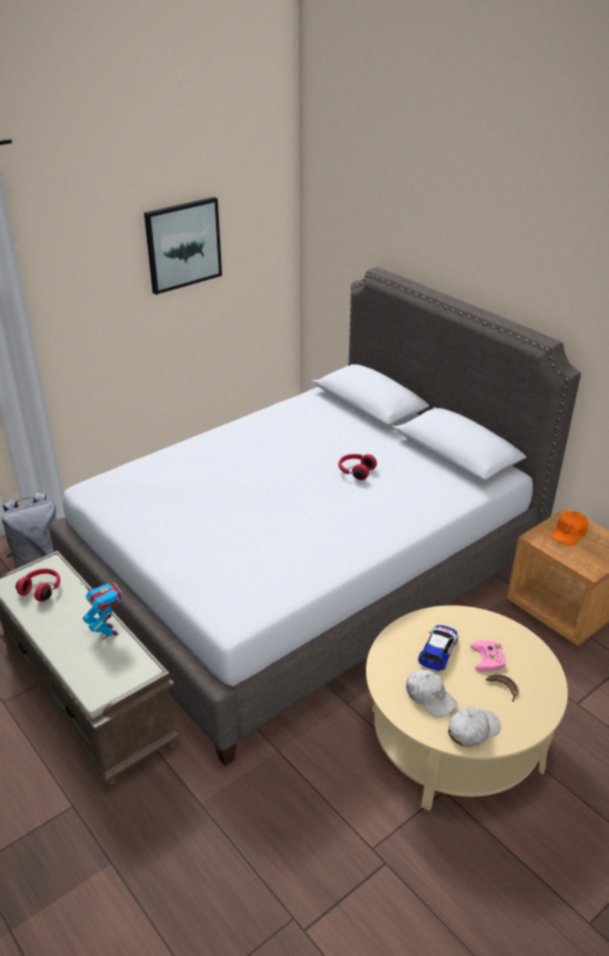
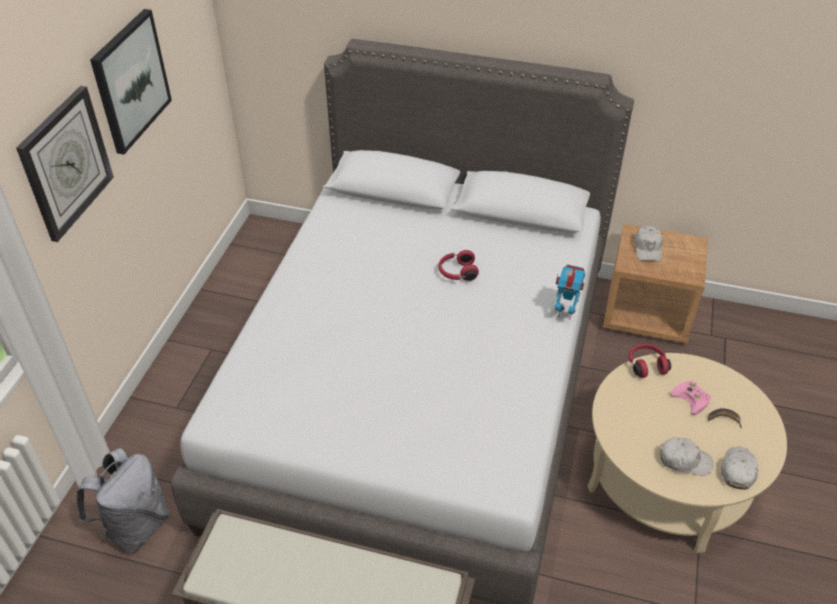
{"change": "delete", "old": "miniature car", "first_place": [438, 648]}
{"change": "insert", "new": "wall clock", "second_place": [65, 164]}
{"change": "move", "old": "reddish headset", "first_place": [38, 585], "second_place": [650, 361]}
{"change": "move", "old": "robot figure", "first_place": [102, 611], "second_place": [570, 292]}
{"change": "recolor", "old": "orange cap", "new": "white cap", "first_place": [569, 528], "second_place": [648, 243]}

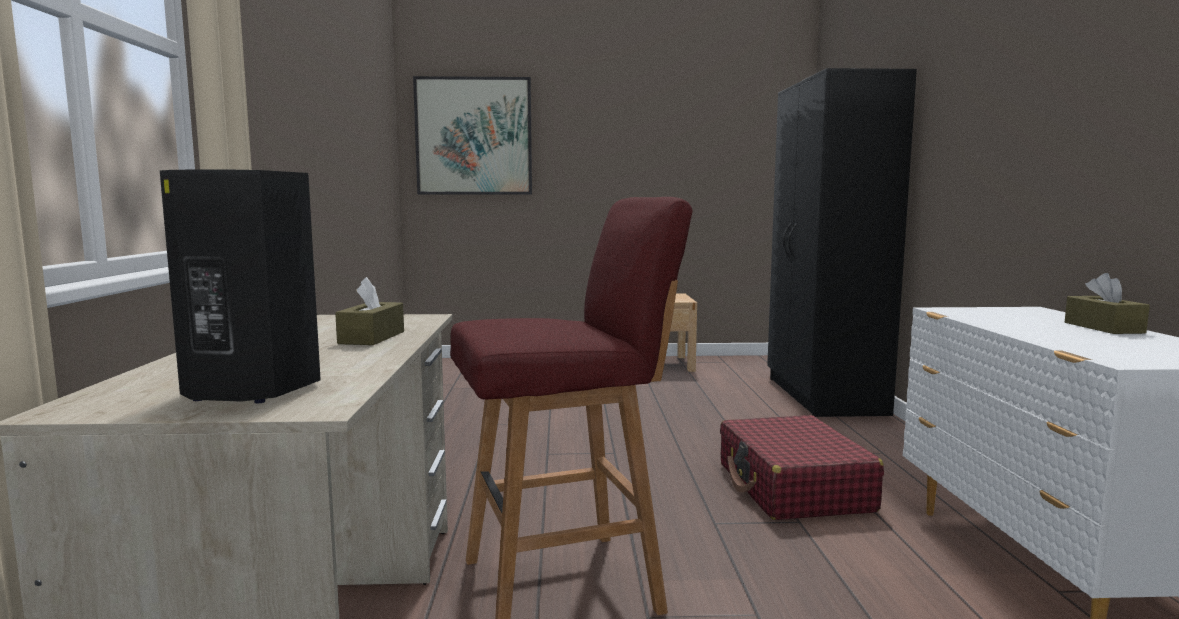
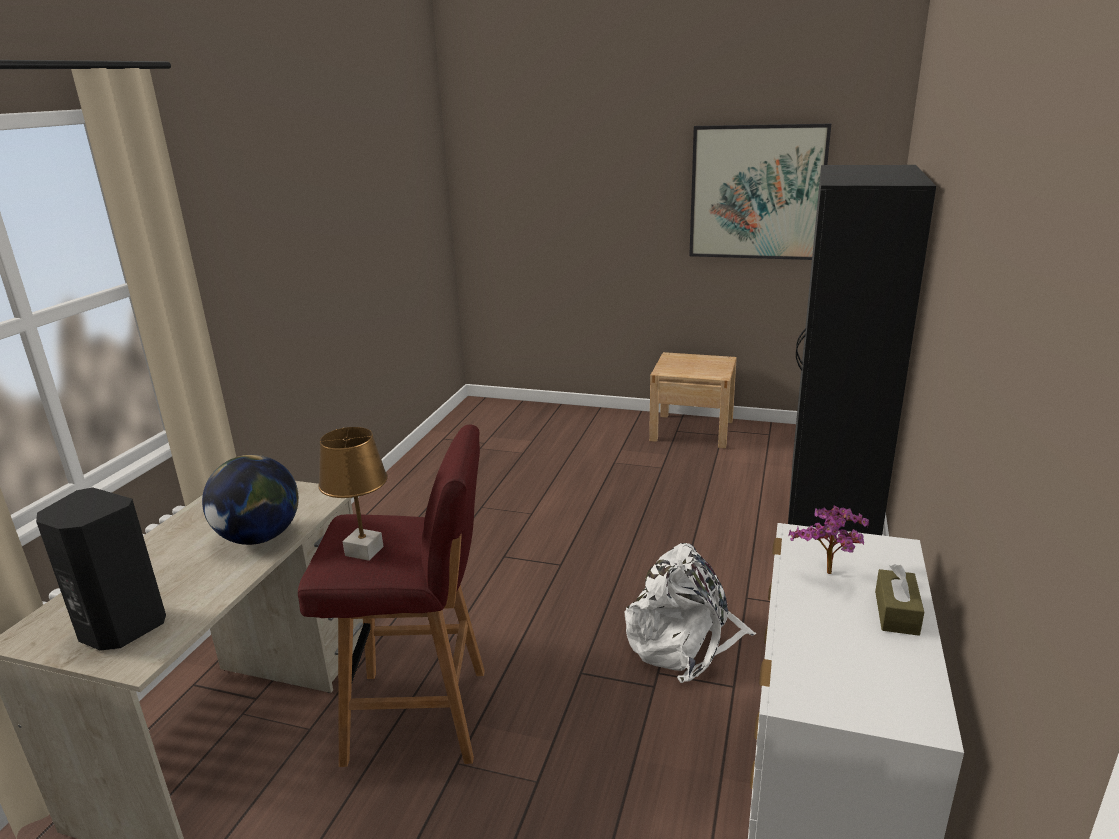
{"change": "insert", "new": "brown table lamp", "second_place": [353, 494]}
{"change": "insert", "new": "plant in a pot", "second_place": [828, 539]}
{"change": "move", "old": "picture", "first_place": [472, 135], "second_place": [760, 192]}
{"change": "replace", "old": "brown tissue holder", "new": "desk globe", "first_place": [369, 311], "second_place": [250, 500]}
{"change": "replace", "old": "reddish travel case", "new": "white rucksack", "first_place": [802, 467], "second_place": [690, 613]}

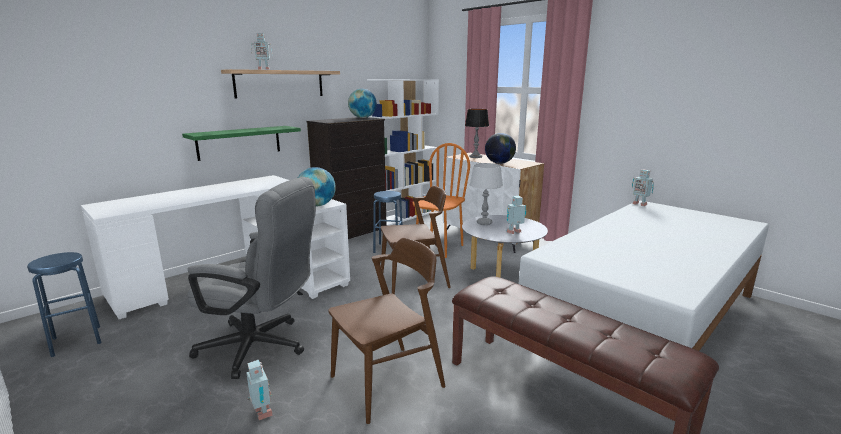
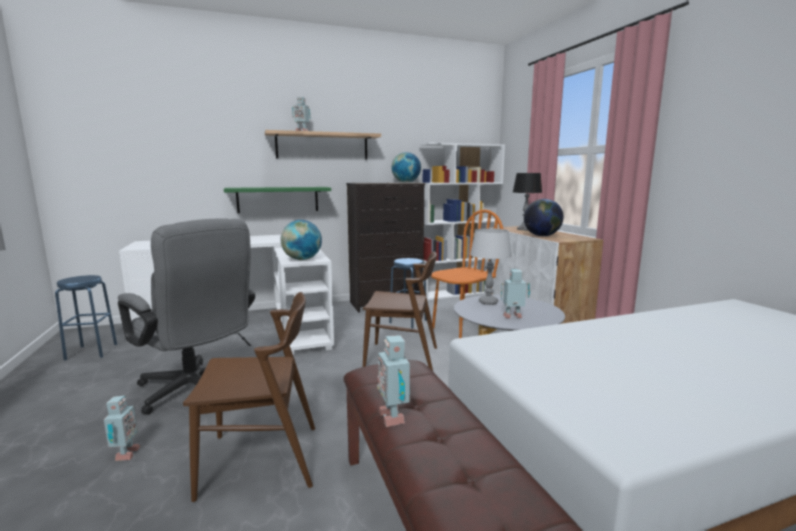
{"change": "move", "old": "robot figure", "first_place": [643, 187], "second_place": [393, 381]}

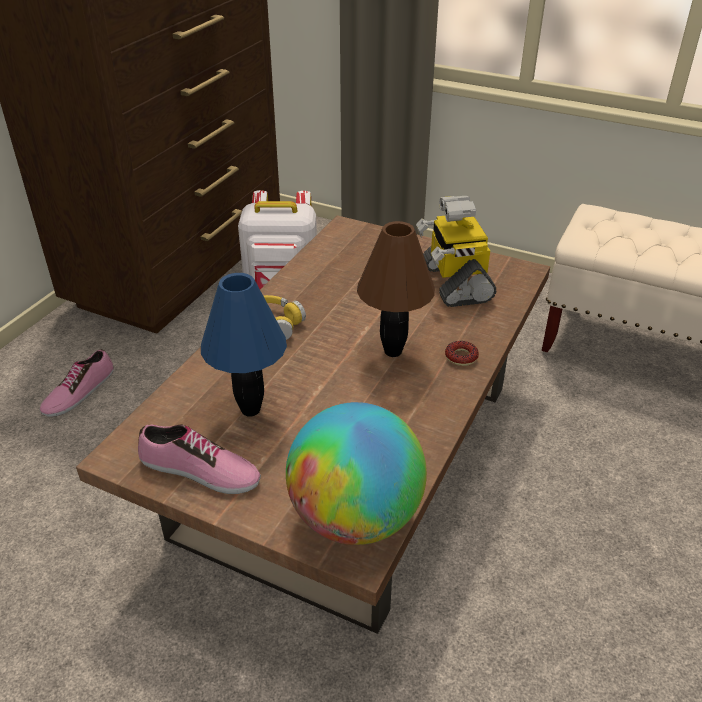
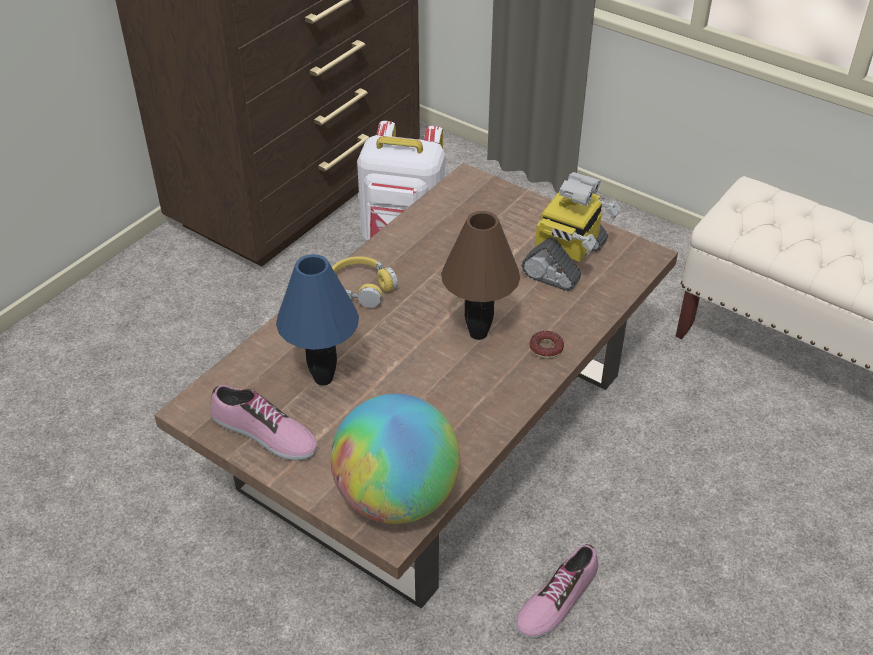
{"change": "move", "old": "item of footwear", "first_place": [77, 383], "second_place": [557, 591]}
{"change": "rotate", "old": "robot figure", "first_place": [456, 251], "second_place": [571, 231], "degrees": -150}

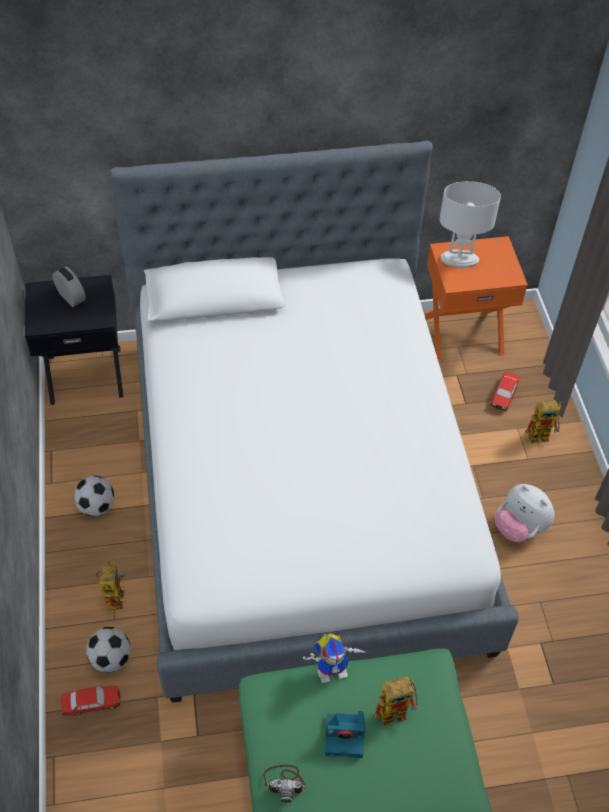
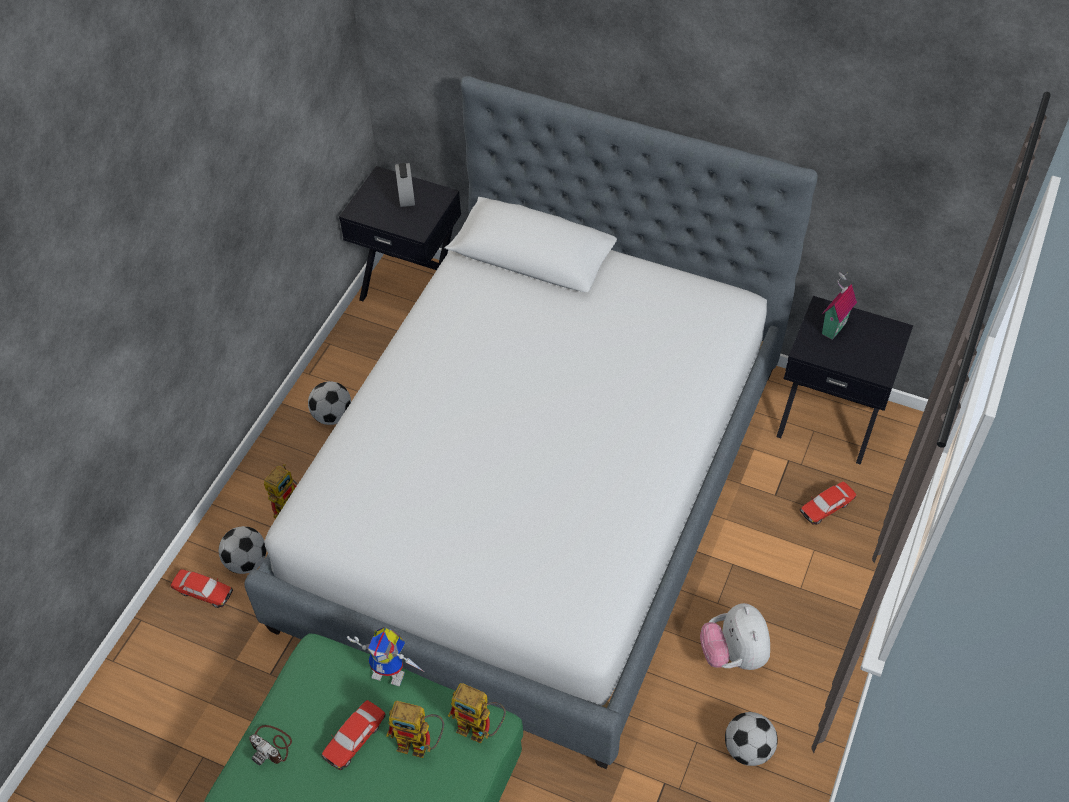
{"change": "insert", "new": "football", "second_place": [751, 739]}
{"change": "move", "old": "robot figure", "first_place": [543, 421], "second_place": [477, 713]}
{"change": "replace", "old": "still camera", "new": "miniature car", "first_place": [345, 734], "second_place": [353, 735]}
{"change": "replace", "old": "white table lamp", "new": "model house", "first_place": [470, 224], "second_place": [839, 306]}
{"change": "recolor", "old": "orange nightstand", "new": "black-coloured nightstand", "first_place": [476, 299], "second_place": [845, 380]}

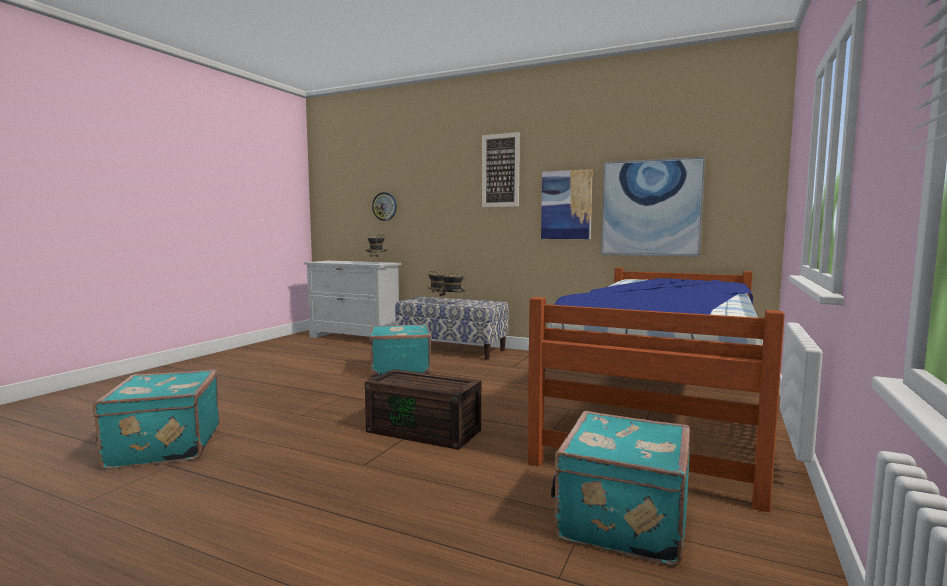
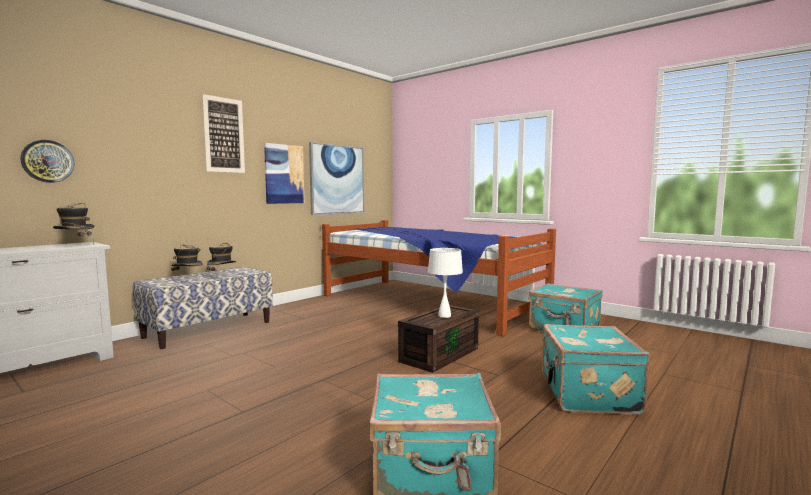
{"change": "insert", "new": "white table lamp", "second_place": [445, 283]}
{"change": "move", "old": "blue-green travel case", "first_place": [400, 351], "second_place": [595, 369]}

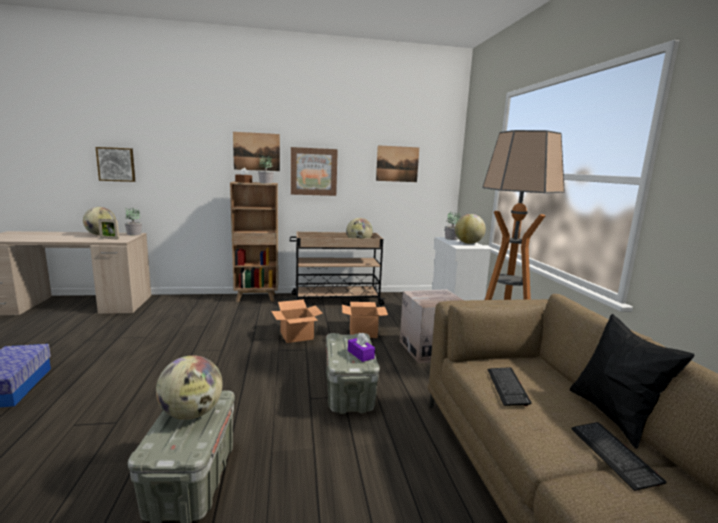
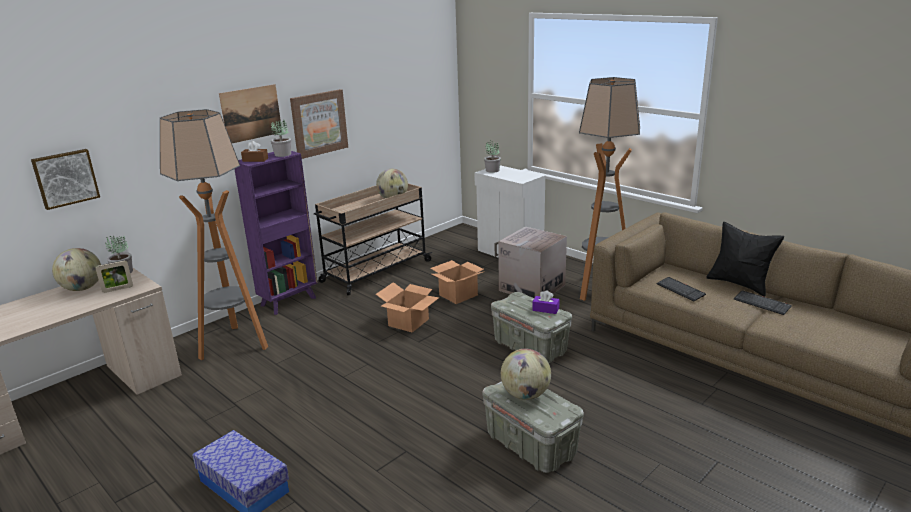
{"change": "delete", "old": "picture", "first_place": [397, 163]}
{"change": "delete", "old": "desk globe", "first_place": [470, 229]}
{"change": "insert", "new": "standing lamp", "second_place": [214, 234]}
{"change": "recolor", "old": "brown bookshelf", "new": "purple-coloured bookshelf", "first_place": [254, 242], "second_place": [276, 233]}

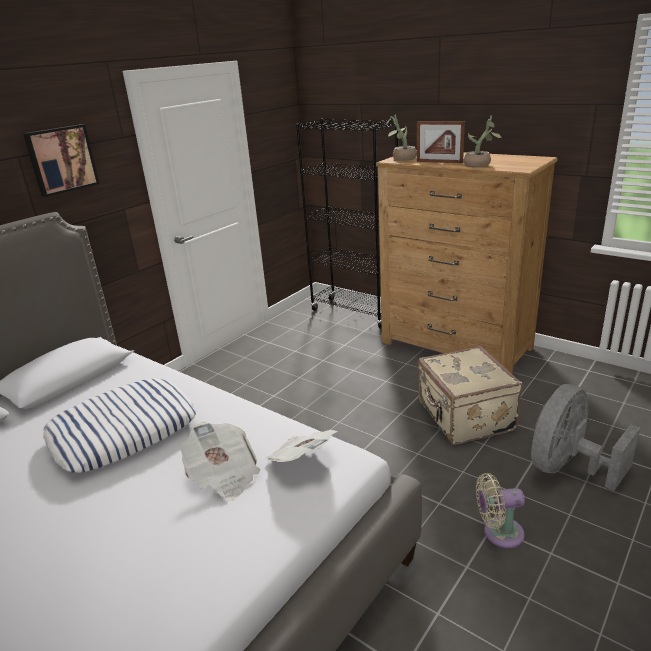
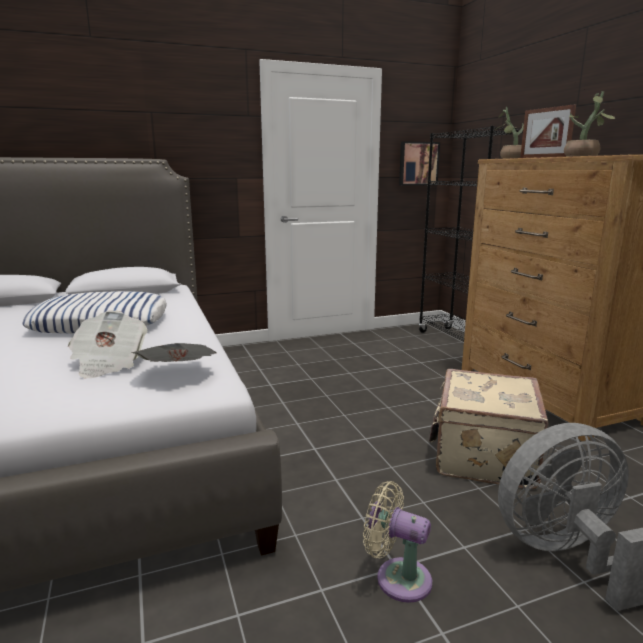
{"change": "move", "old": "picture", "first_place": [61, 160], "second_place": [419, 163]}

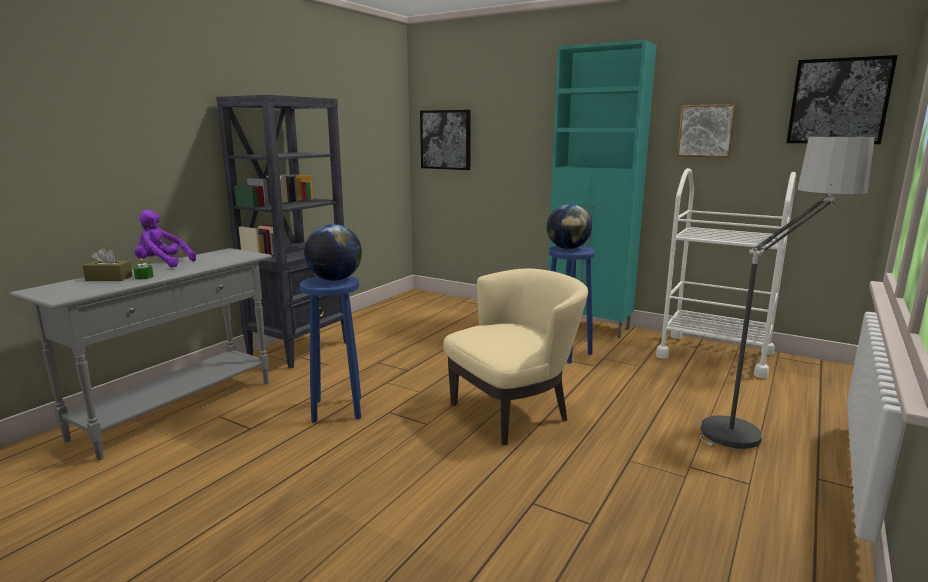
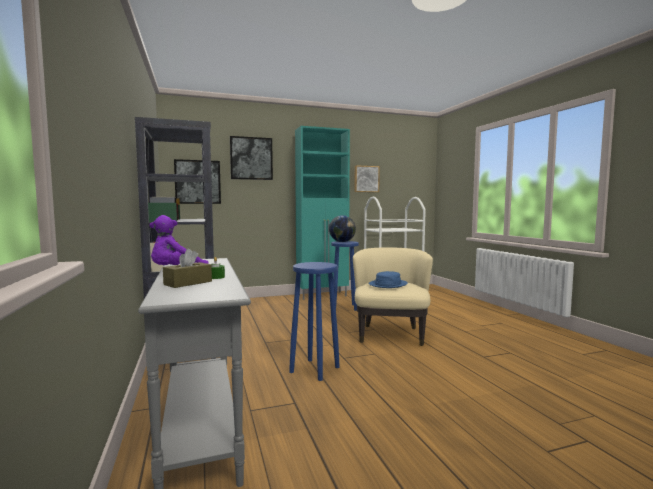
{"change": "delete", "old": "desk globe", "first_place": [333, 252]}
{"change": "delete", "old": "standing lamp", "first_place": [787, 293]}
{"change": "insert", "new": "blue hat", "second_place": [388, 279]}
{"change": "move", "old": "picture", "first_place": [842, 99], "second_place": [251, 158]}

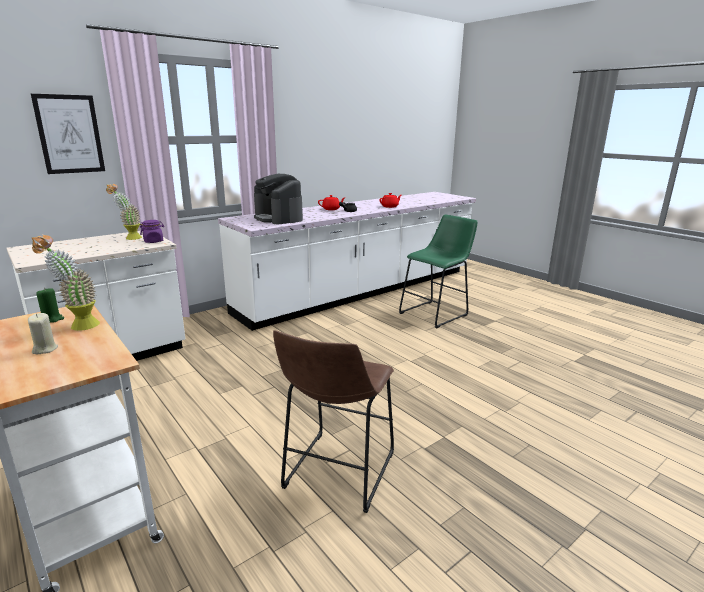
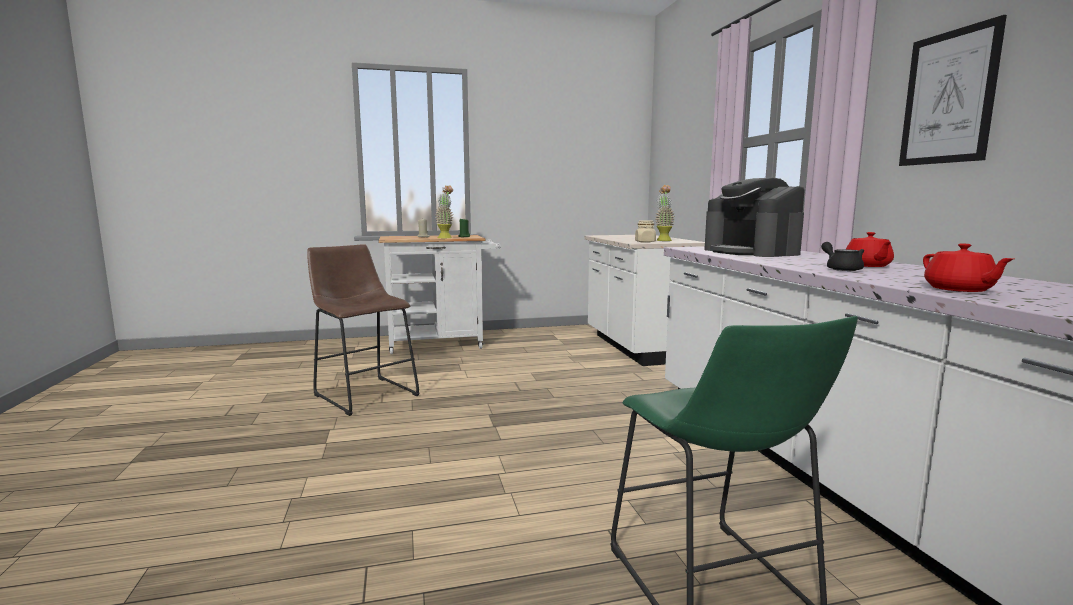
{"change": "move", "old": "picture", "first_place": [68, 134], "second_place": [953, 90]}
{"change": "recolor", "old": "purple-coloured storage jar", "new": "beige storage jar", "first_place": [152, 231], "second_place": [645, 231]}
{"change": "rotate", "old": "coffee maker", "first_place": [278, 199], "second_place": [754, 217], "degrees": -105}

